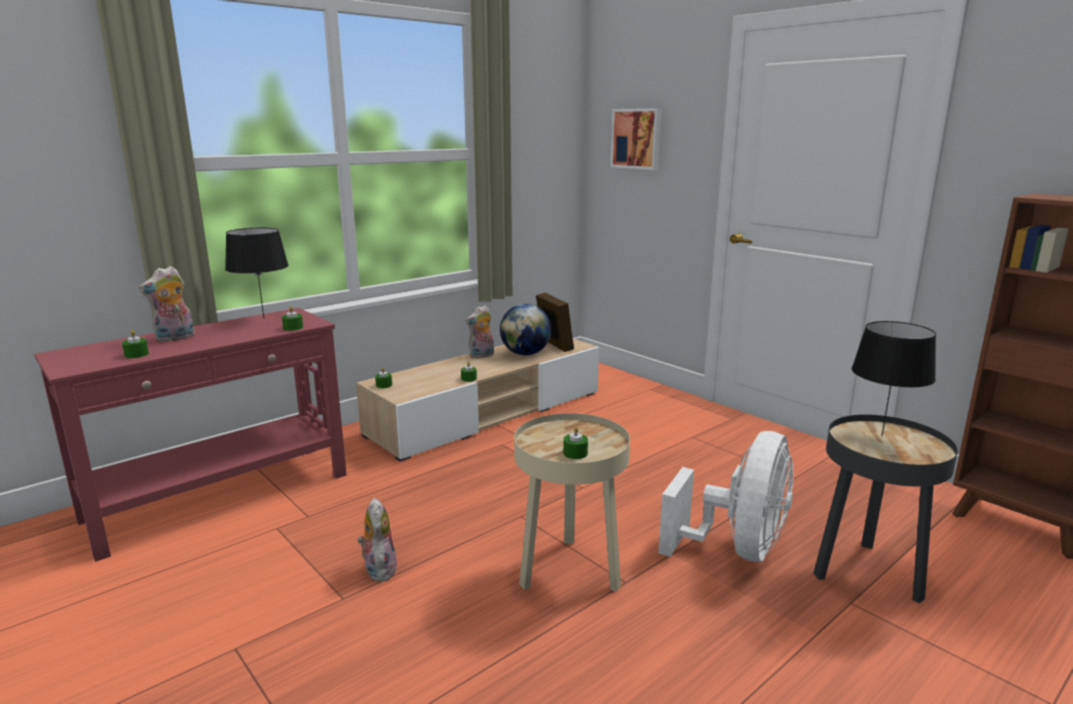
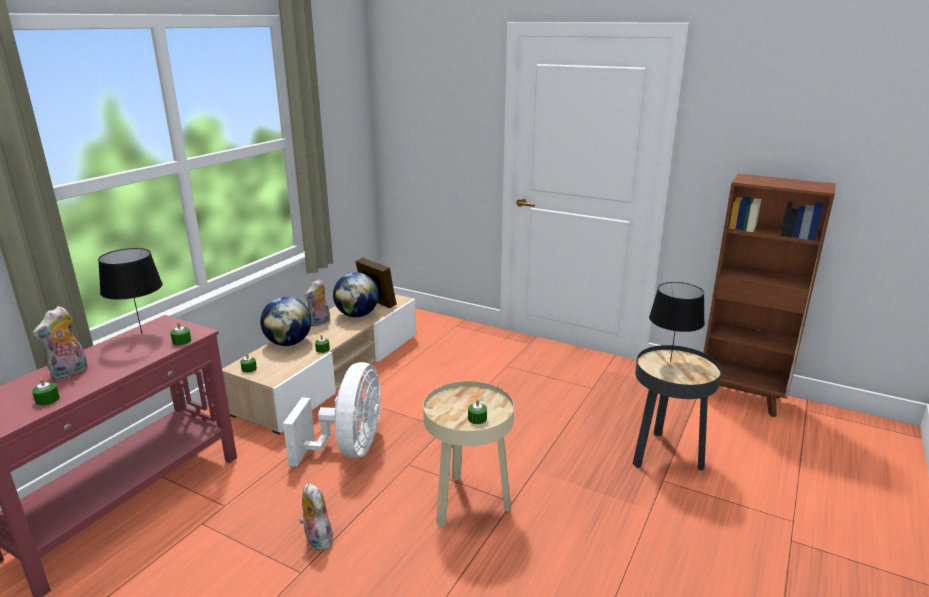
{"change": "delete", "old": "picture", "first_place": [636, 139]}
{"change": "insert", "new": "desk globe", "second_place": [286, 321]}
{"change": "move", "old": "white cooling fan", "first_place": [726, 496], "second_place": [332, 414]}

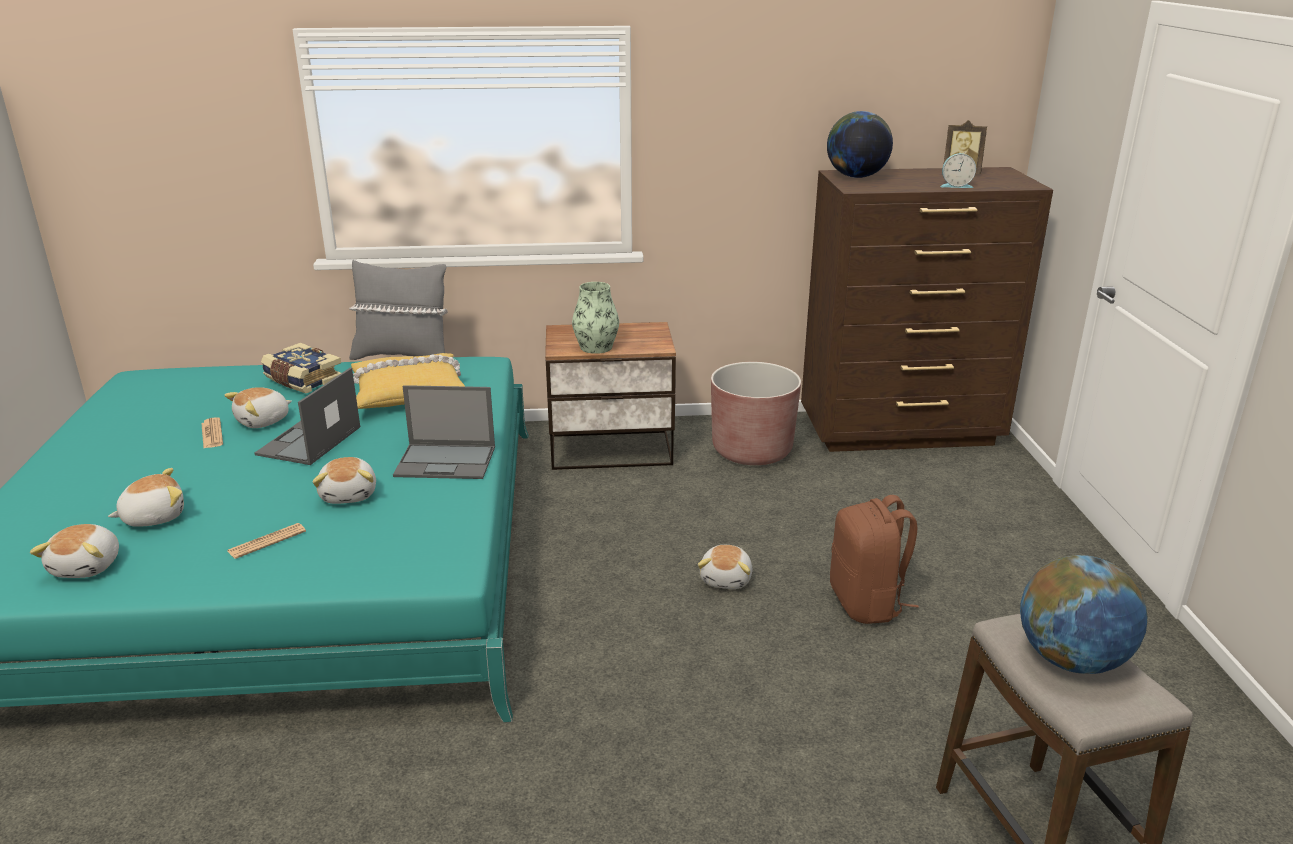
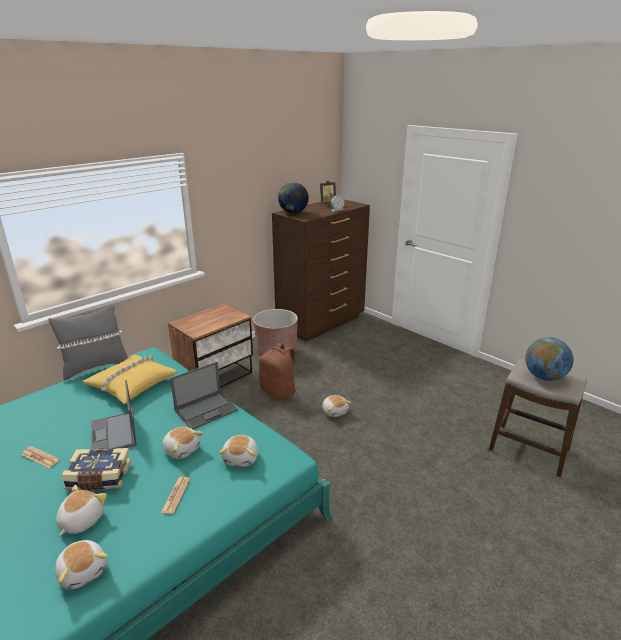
{"change": "delete", "old": "flower vase", "first_place": [595, 318]}
{"change": "move", "old": "soft toy", "first_place": [258, 407], "second_place": [238, 451]}
{"change": "move", "old": "book", "first_place": [301, 368], "second_place": [96, 469]}
{"change": "move", "old": "brown rucksack", "first_place": [874, 559], "second_place": [279, 371]}

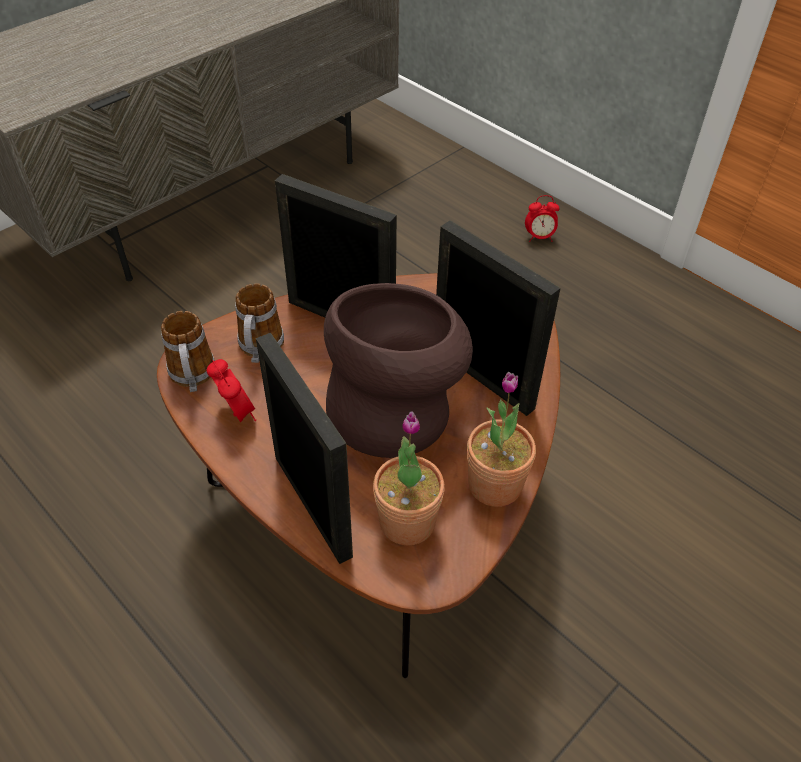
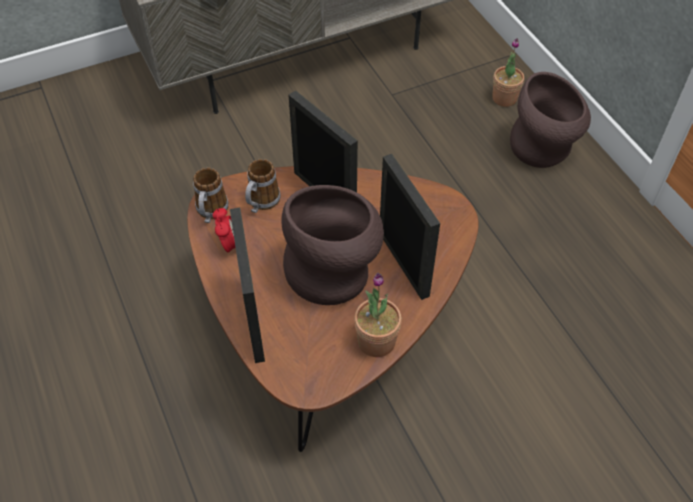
{"change": "move", "old": "plant in a pot", "first_place": [409, 478], "second_place": [508, 72]}
{"change": "replace", "old": "alarm clock", "new": "brown flower vase", "first_place": [542, 218], "second_place": [550, 120]}

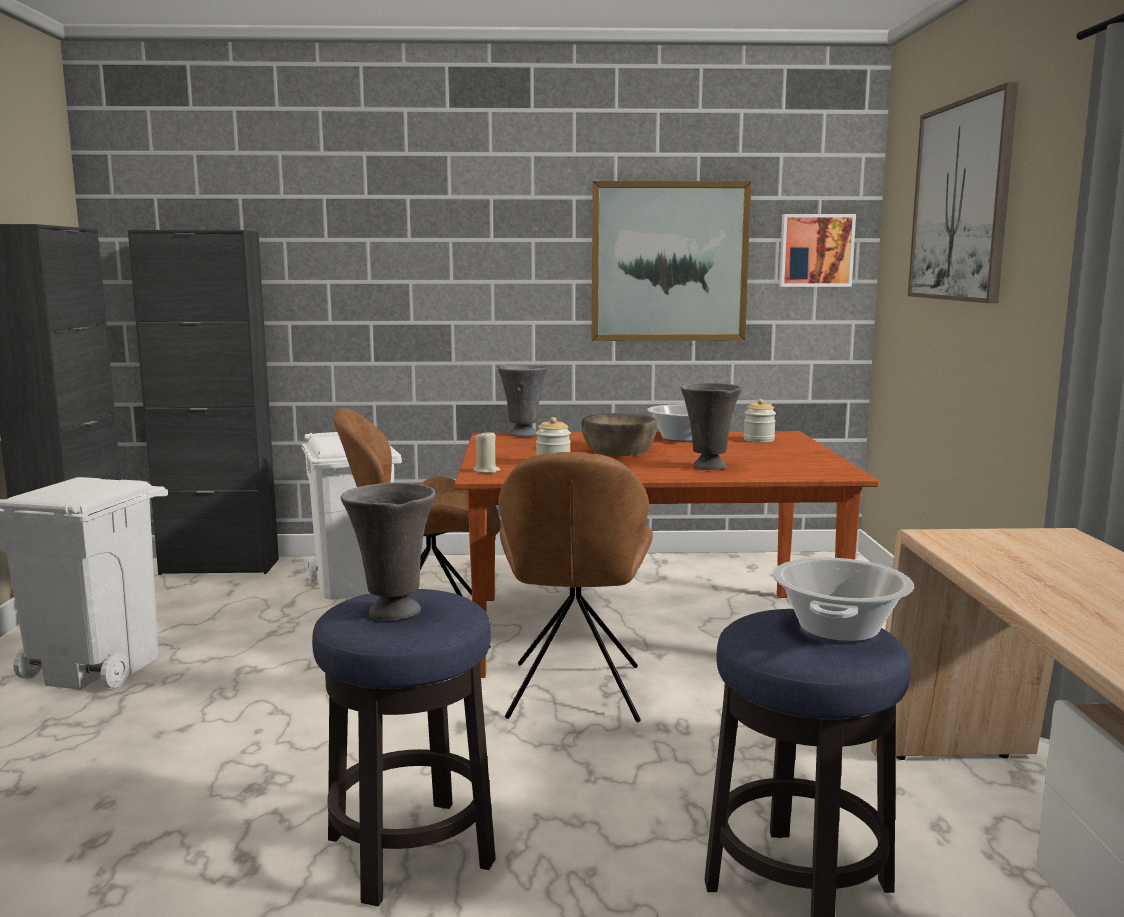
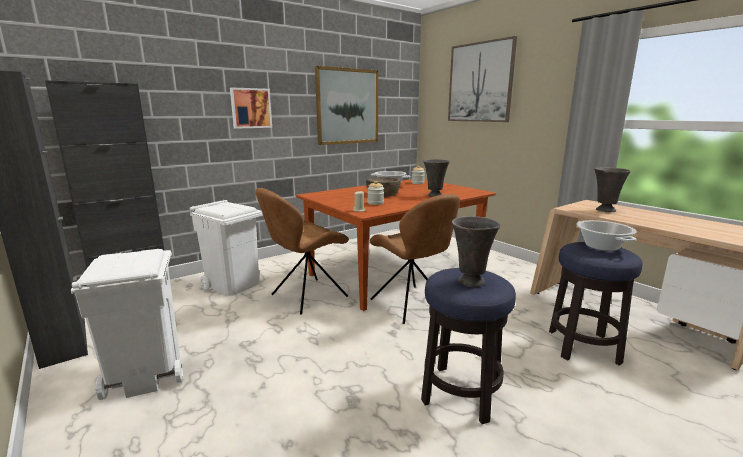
{"change": "move", "old": "gray flower vase", "first_place": [522, 400], "second_place": [612, 189]}
{"change": "move", "old": "picture", "first_place": [817, 250], "second_place": [251, 108]}

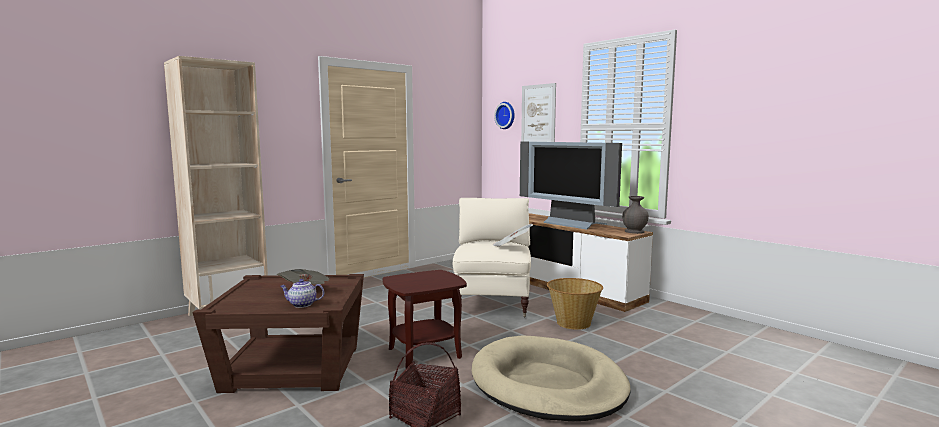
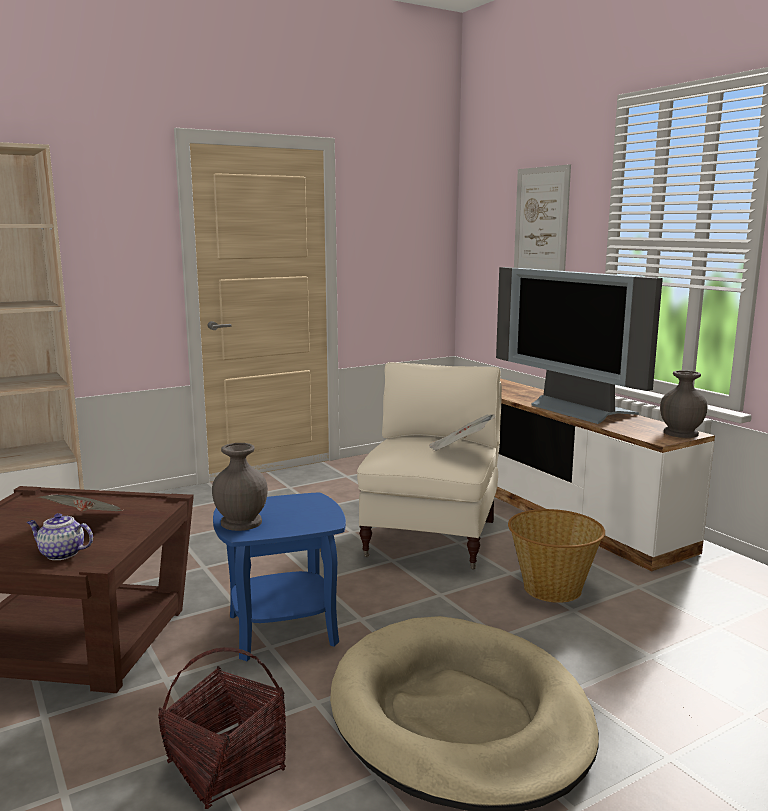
{"change": "delete", "old": "wall clock", "first_place": [504, 115]}
{"change": "insert", "new": "gray flower vase", "second_place": [240, 487]}
{"change": "recolor", "old": "brown side table", "new": "blue side table", "first_place": [425, 320], "second_place": [279, 577]}

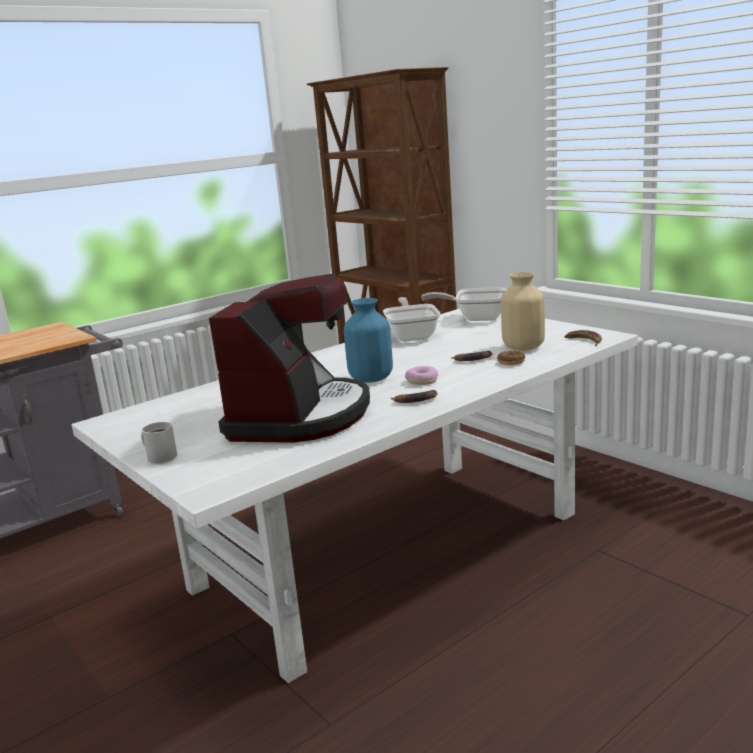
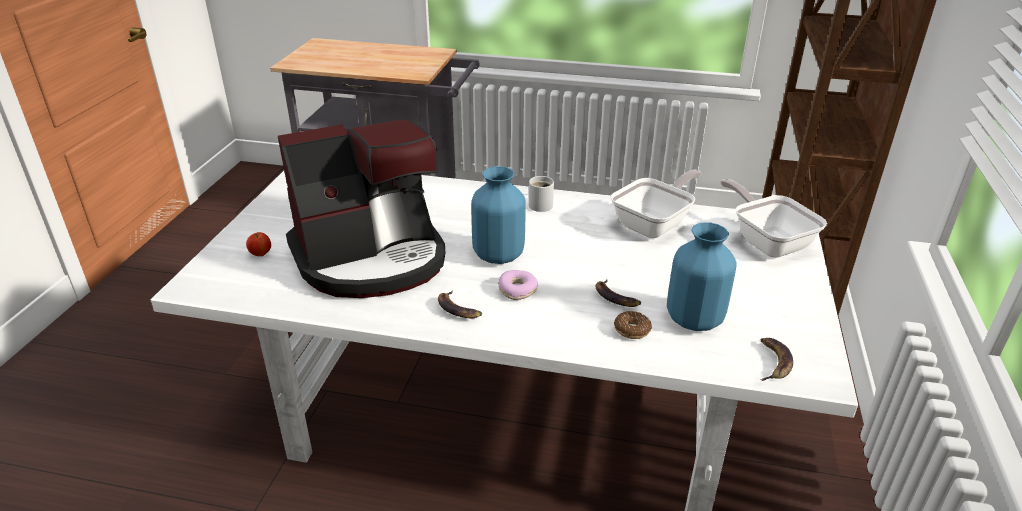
{"change": "insert", "new": "whole apple", "second_place": [258, 244]}
{"change": "move", "old": "white tea mug", "first_place": [159, 442], "second_place": [541, 194]}
{"change": "recolor", "old": "beige flower vase", "new": "blue flower vase", "first_place": [523, 311], "second_place": [702, 276]}

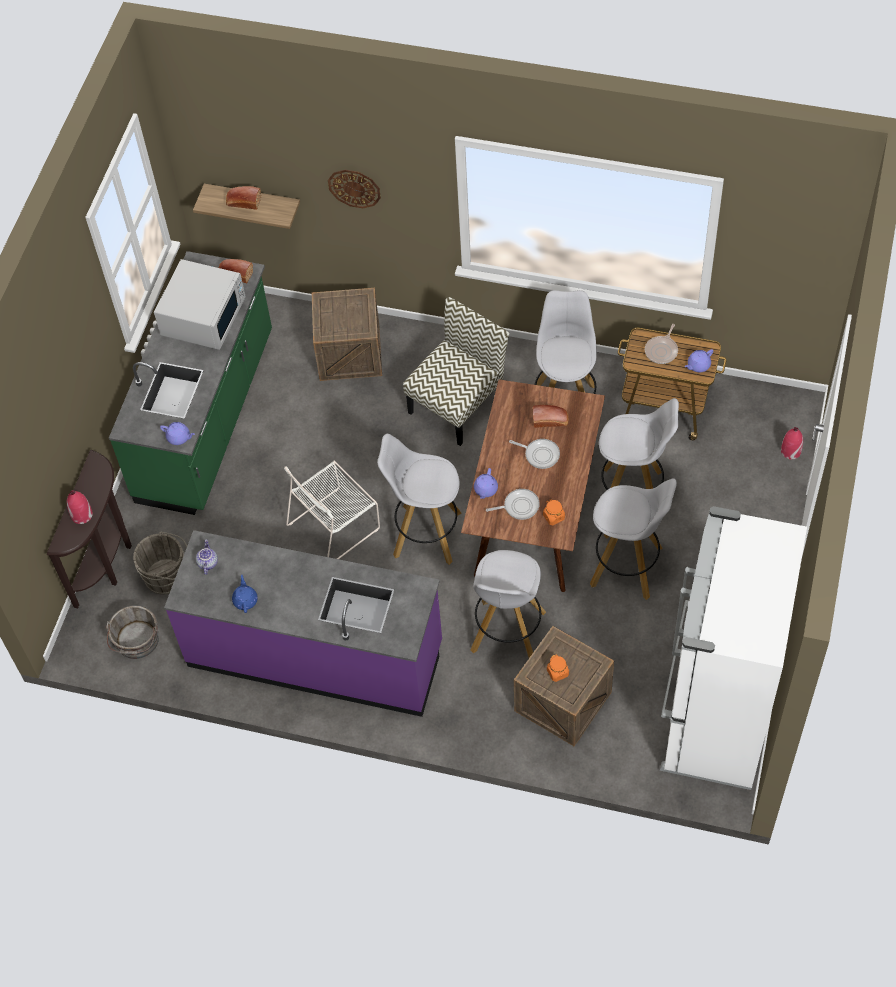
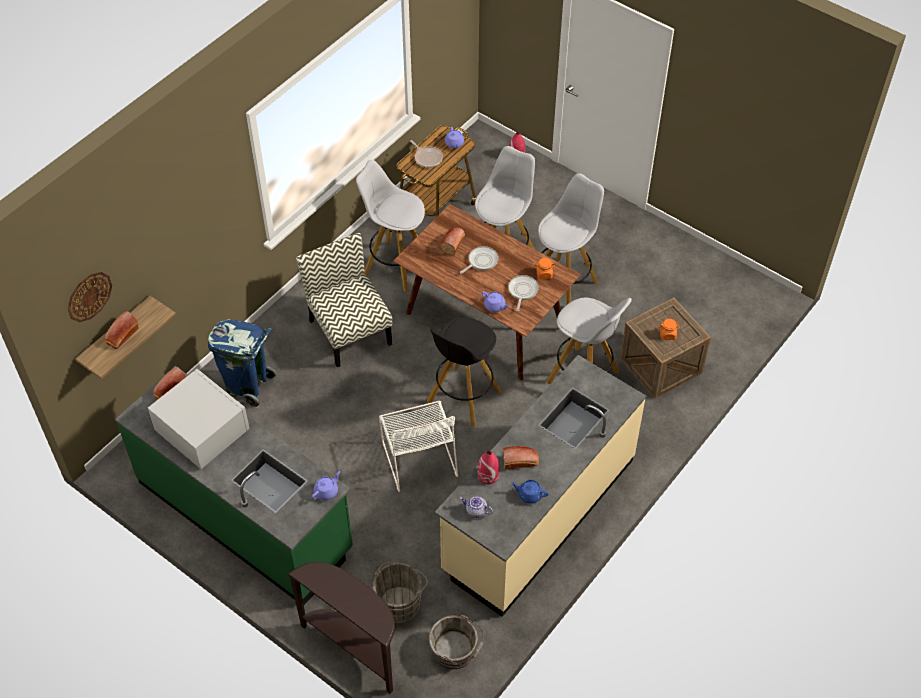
{"change": "delete", "old": "white refrigerator", "first_place": [733, 648]}
{"change": "insert", "new": "baked bread", "second_place": [521, 458]}
{"change": "move", "old": "reddish flower vase", "first_place": [79, 507], "second_place": [488, 467]}
{"change": "move", "old": "wall clock", "first_place": [354, 189], "second_place": [90, 297]}
{"change": "replace", "old": "crate", "new": "blue rubbish bin", "first_place": [347, 334], "second_place": [242, 363]}
{"change": "recolor", "old": "purple-coloured kitchen counter", "new": "beige kitchen counter", "first_place": [303, 623], "second_place": [540, 486]}
{"change": "recolor", "old": "white stool", "new": "black-coloured stool", "first_place": [419, 499], "second_place": [464, 371]}

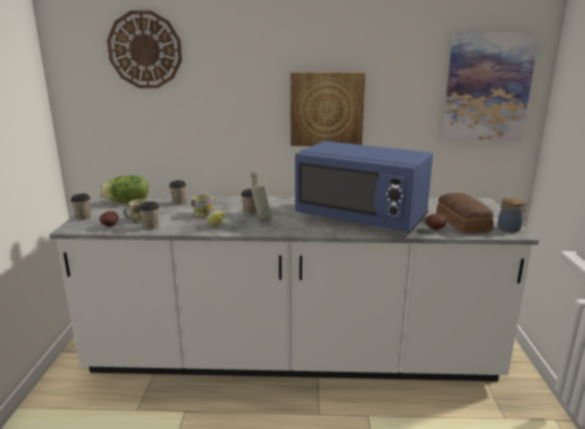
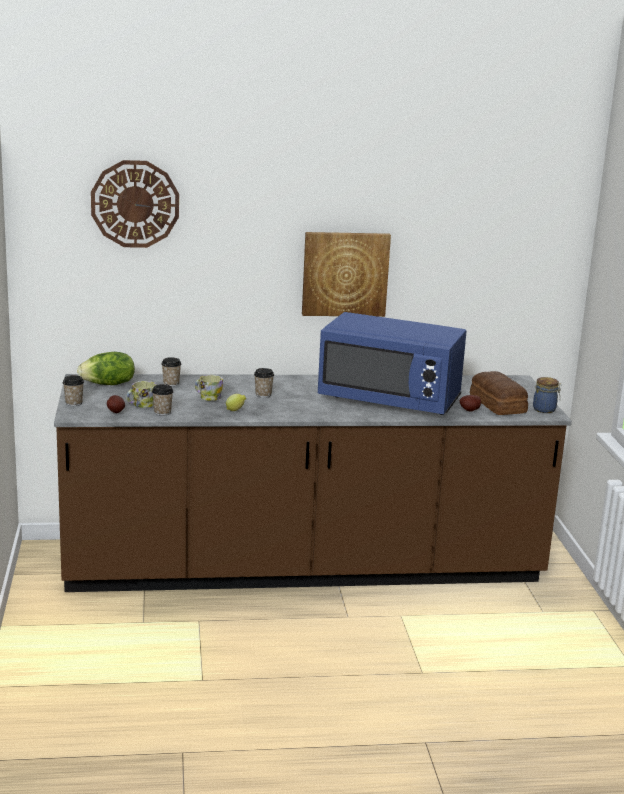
{"change": "delete", "old": "gray drink bottle", "first_place": [261, 197]}
{"change": "delete", "old": "picture", "first_place": [490, 87]}
{"change": "recolor", "old": "white kitchen counter", "new": "brown kitchen counter", "first_place": [294, 288], "second_place": [313, 483]}

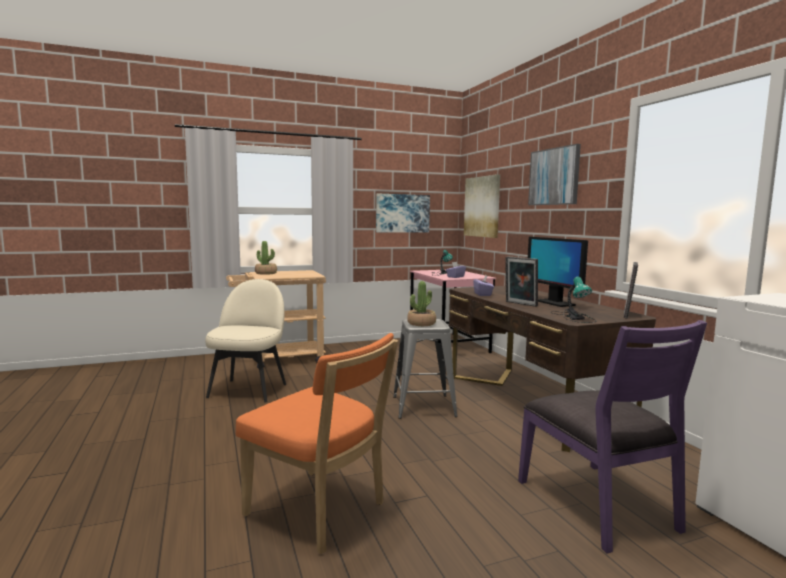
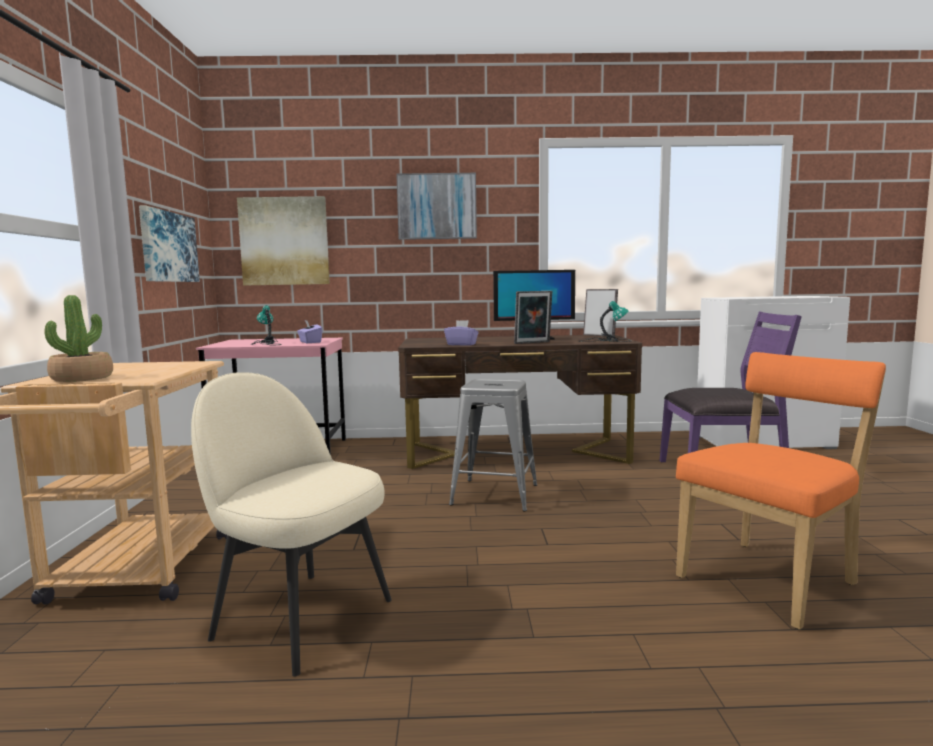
{"change": "delete", "old": "plant in a pot", "first_place": [421, 303]}

